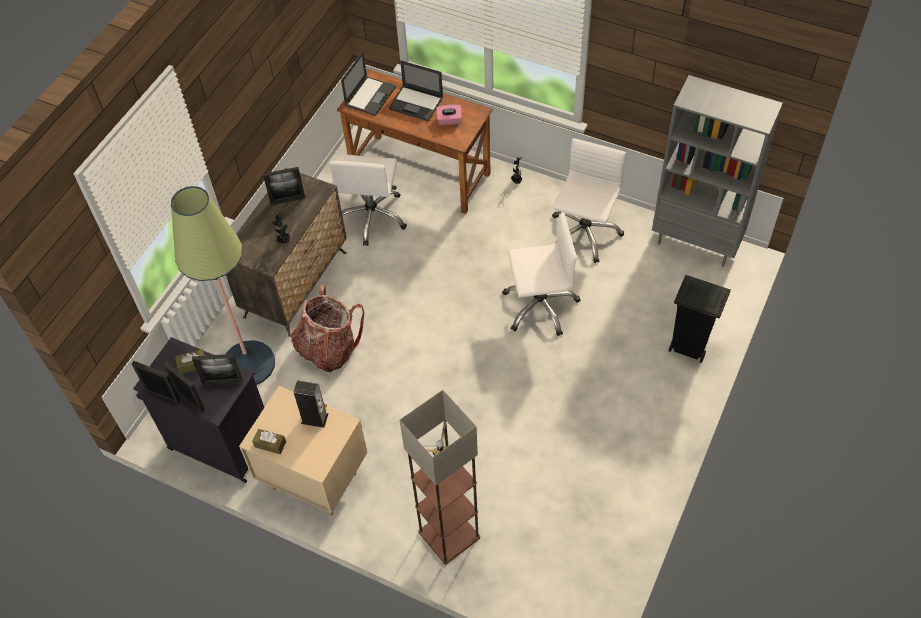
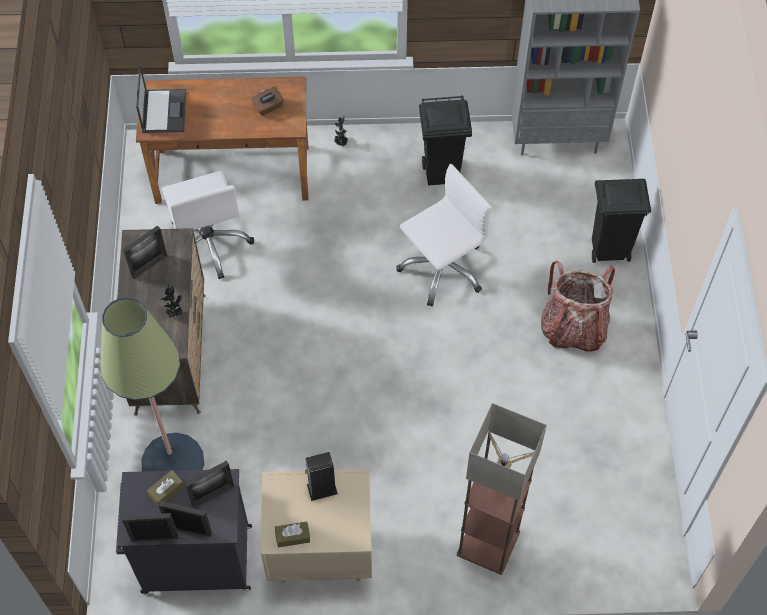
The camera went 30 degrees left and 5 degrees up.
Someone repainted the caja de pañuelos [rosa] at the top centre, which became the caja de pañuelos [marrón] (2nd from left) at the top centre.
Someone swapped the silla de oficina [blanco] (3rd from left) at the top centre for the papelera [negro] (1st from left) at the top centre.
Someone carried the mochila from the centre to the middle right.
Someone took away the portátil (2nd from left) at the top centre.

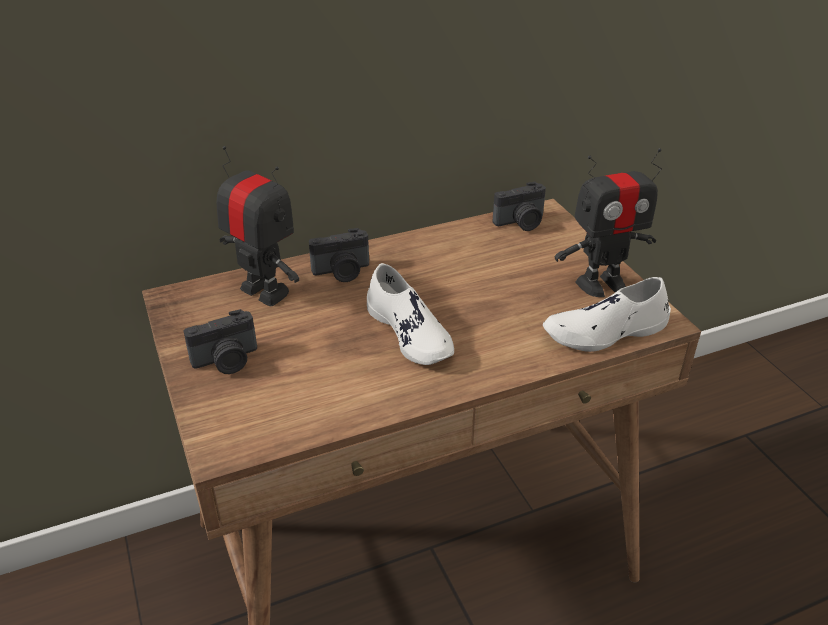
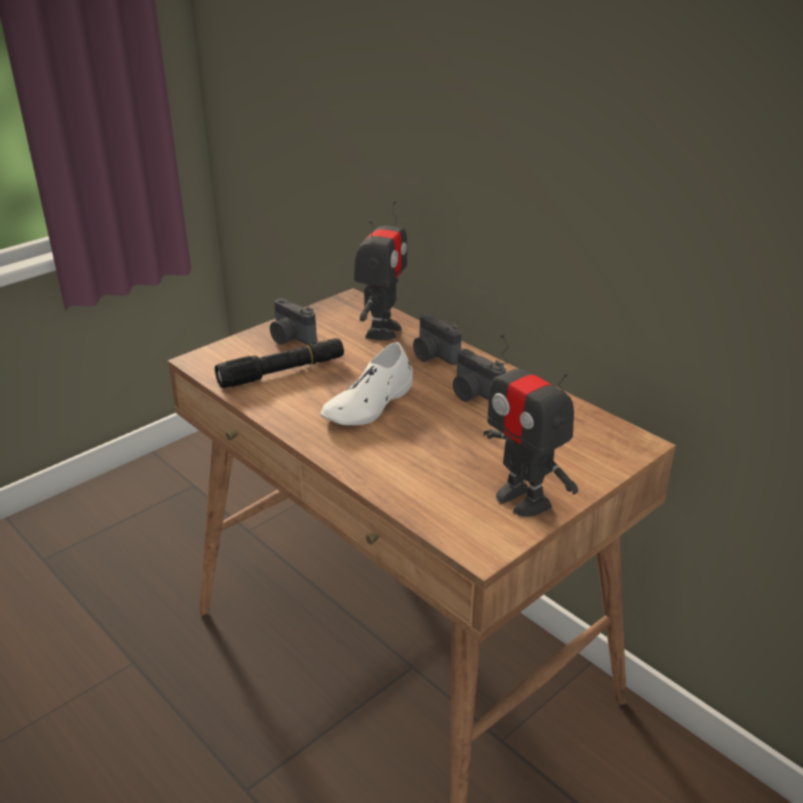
The camera went 70 degrees right and 5 degrees down.
Someone put down the linterna [negro] at the centre.
Someone carried the cámara (3rd from left) from the top centre to the centre.
Someone took away the zapato [blanco] (2nd from left) at the middle right.

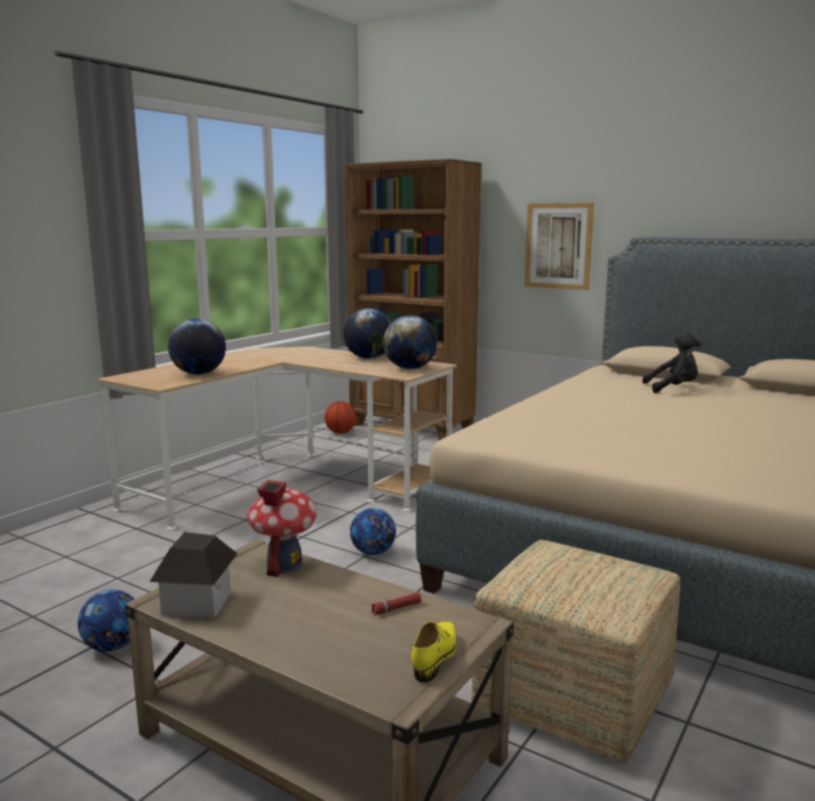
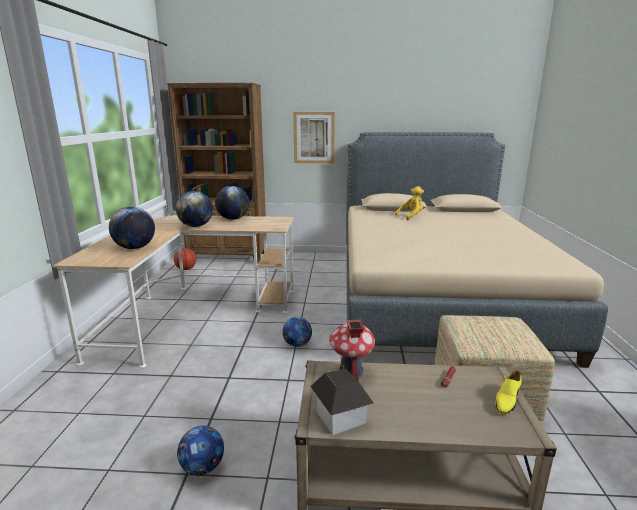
The camera went 30 degrees left and 5 degrees up.
Someone carried the globo terráqueo (3rd from left in the first image) from the centre to the middle left.
Someone repainted the peluche [negro] at the middle right, which became the peluche [amarillo] at the centre.
Someone rotated the zapato [amarillo] at the bottom centre by 135 degrees counterclockwise.

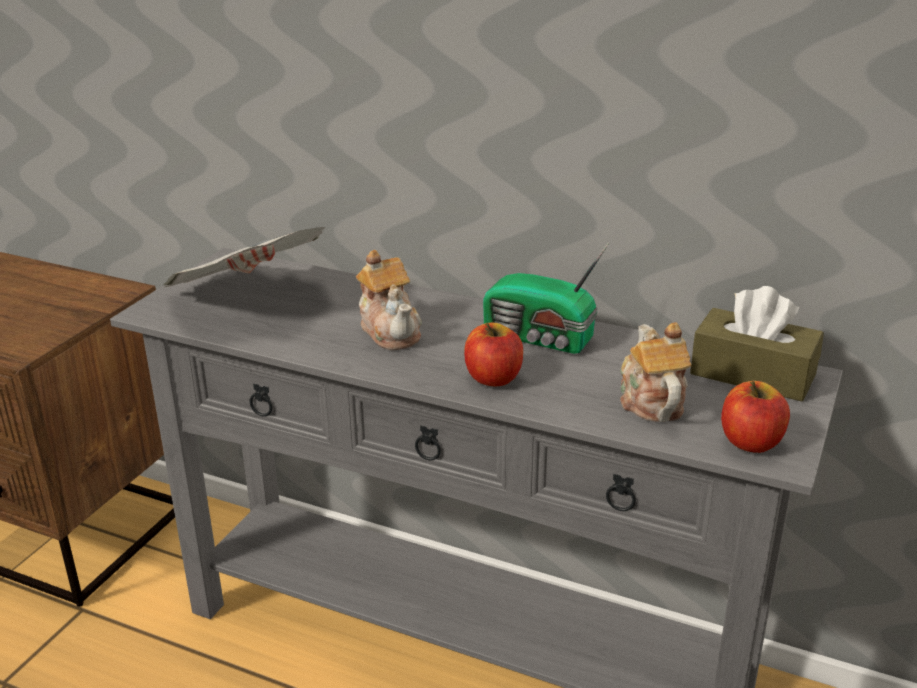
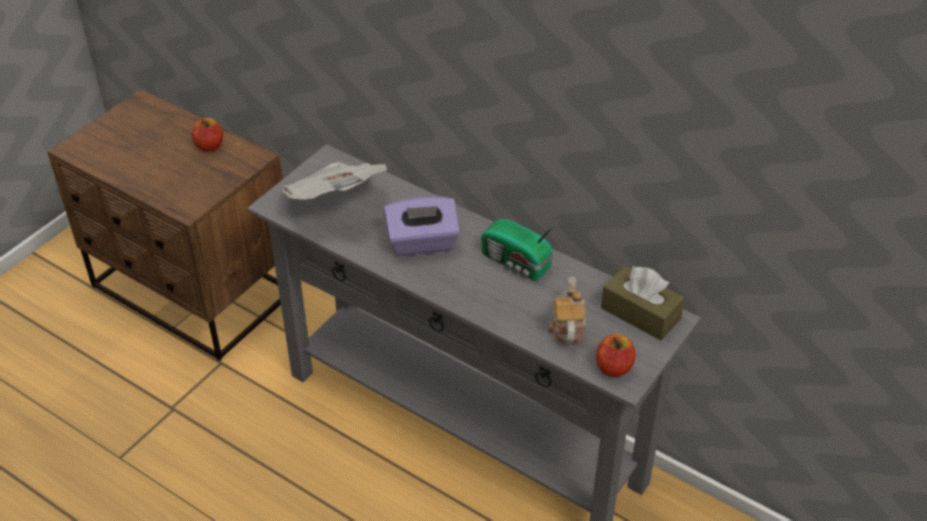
The camera went 10 degrees right and 15 degrees up.
Someone carried the manzana (1st from left) from the centre to the top left.
Someone swapped the tetera (1st from left) at the centre for the caja de pañuelos [morado] at the centre.

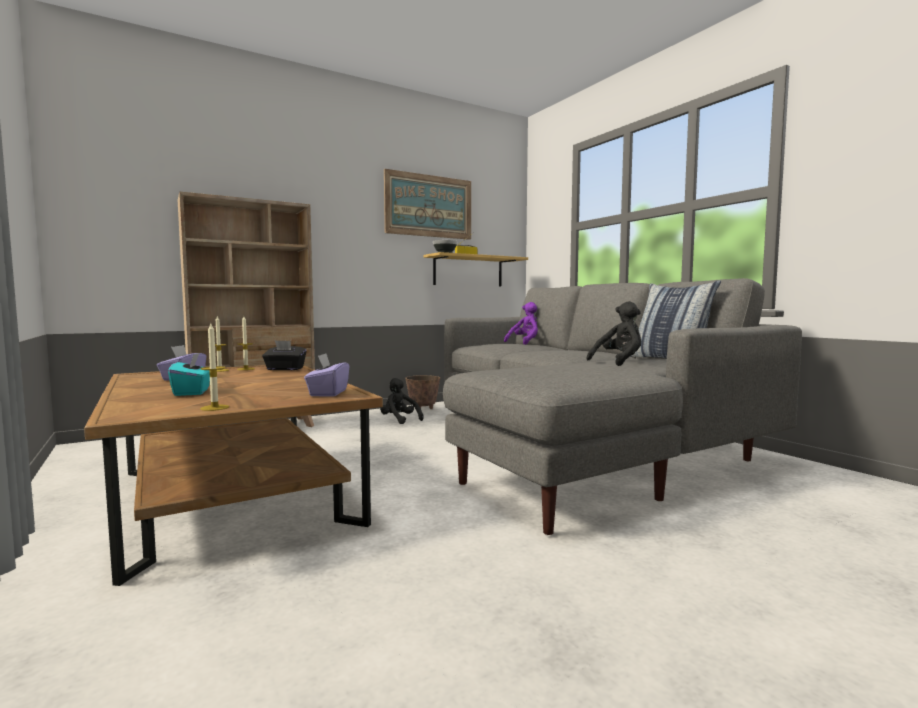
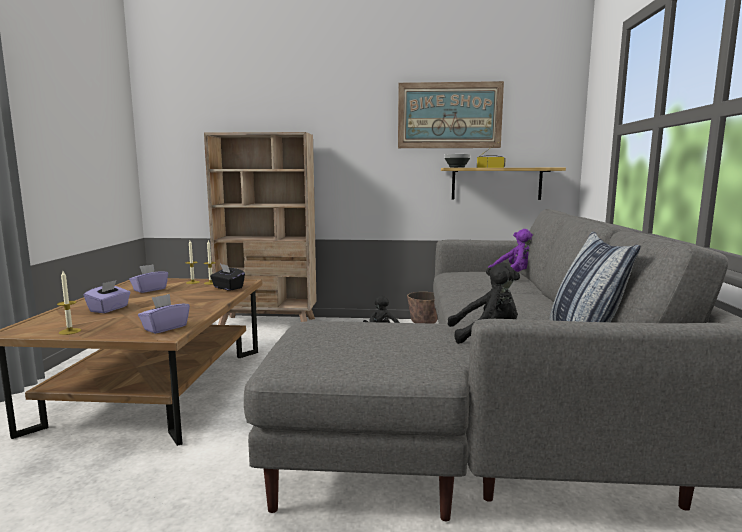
The camera went 35 degrees right and 5 degrees up.
Someone repainted the caja de pañuelos [turquesa] at the middle left, which became the caja de pañuelos [morado] (1st from left) at the middle left.

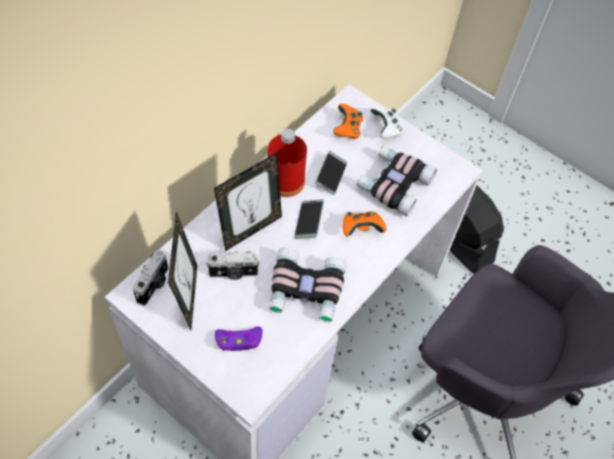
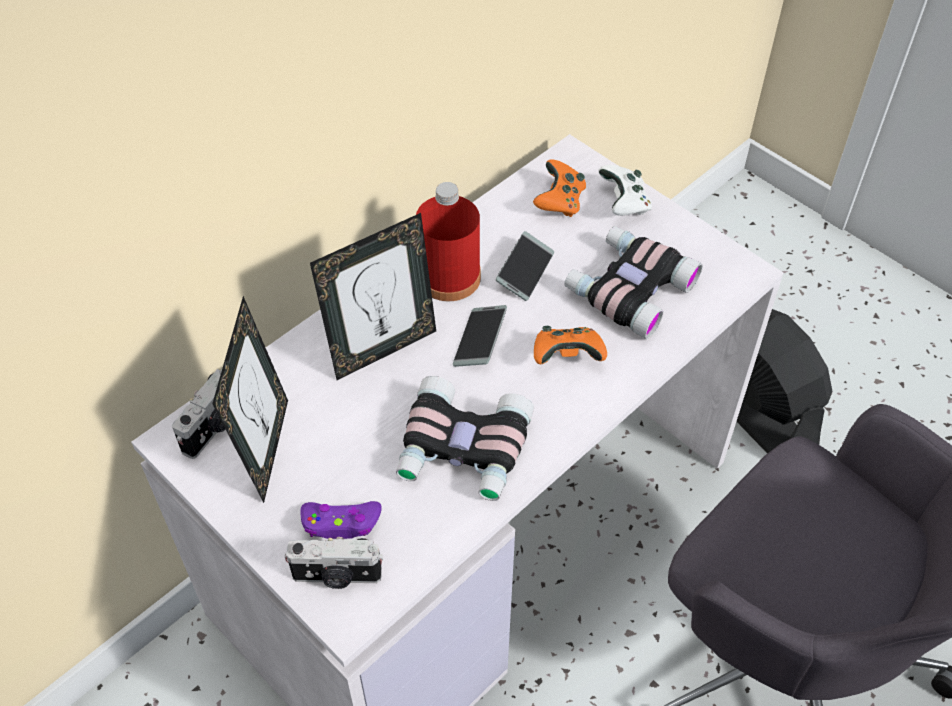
The camera went 10 degrees right and 5 degrees down.
Someone carried the cámara (2nd from left) from the centre to the bottom centre.

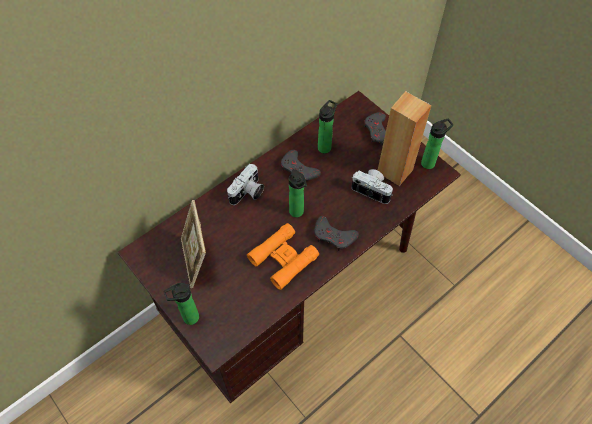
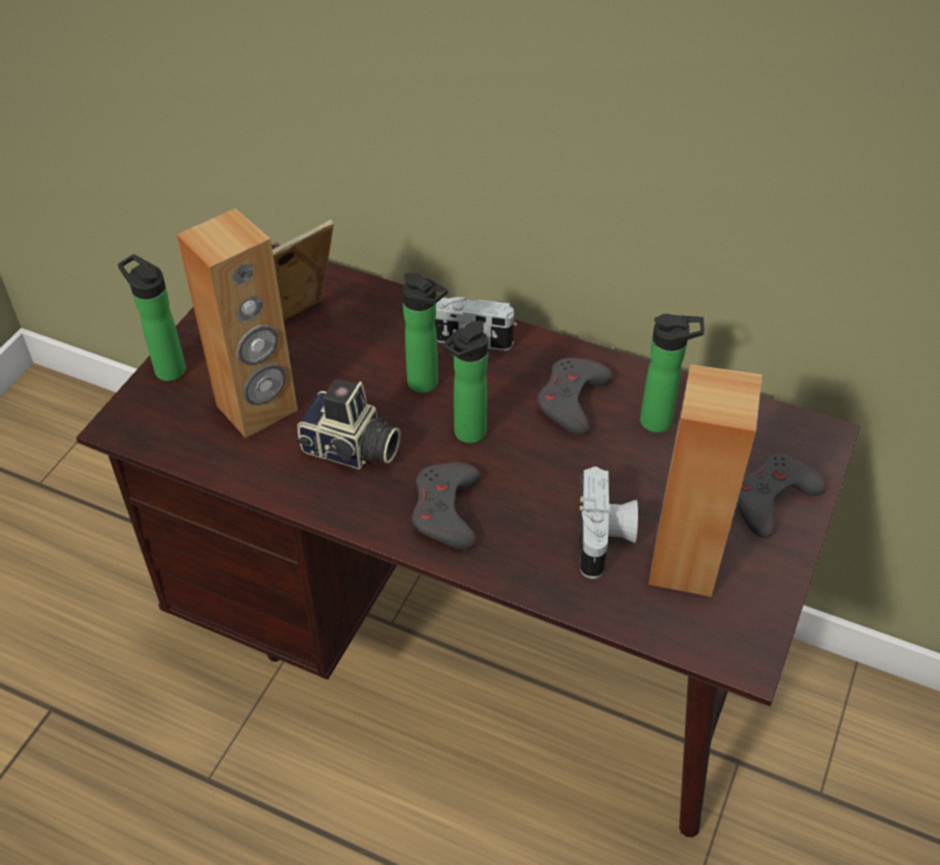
The camera went 65 degrees right and 10 degrees down.
Someone put down the altavoz [marrón] (1st from left) at the middle left.
Someone swapped the prismáticos [naranja] at the centre for the cámara (1st from left) at the centre.
Someone carried the botella (4th from left in the first image) from the middle right to the centre.

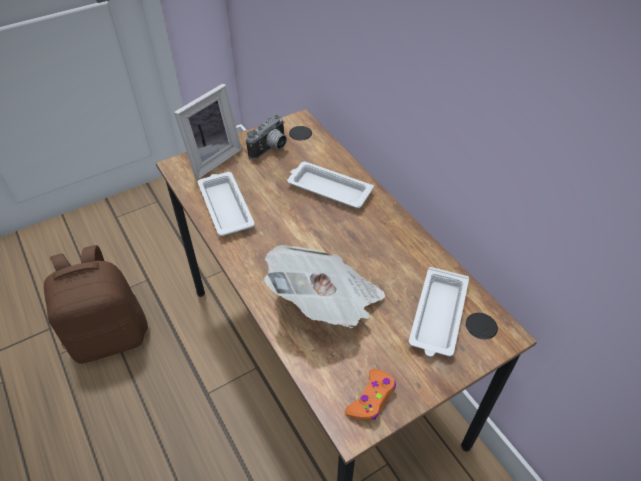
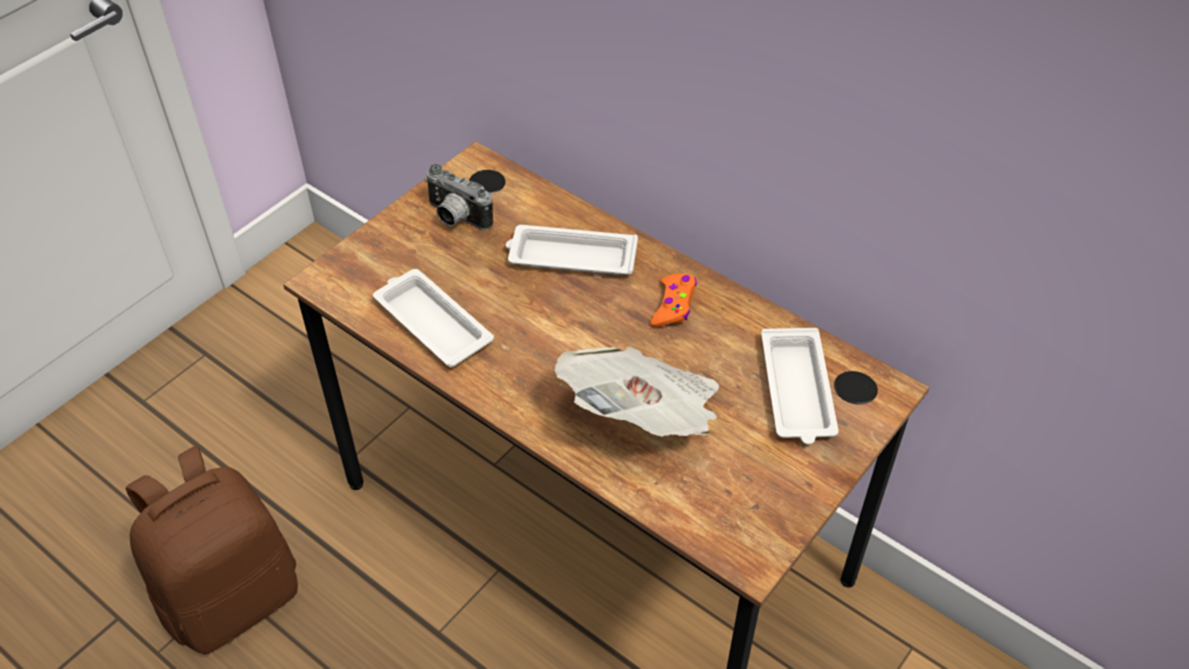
The camera went 20 degrees left and 0 degrees up.
Someone rotated the cámara at the top centre by 105 degrees clockwise.
Someone carried the mando de consola [naranja] from the bottom centre to the centre.
Someone took away the portarretratos at the top left.

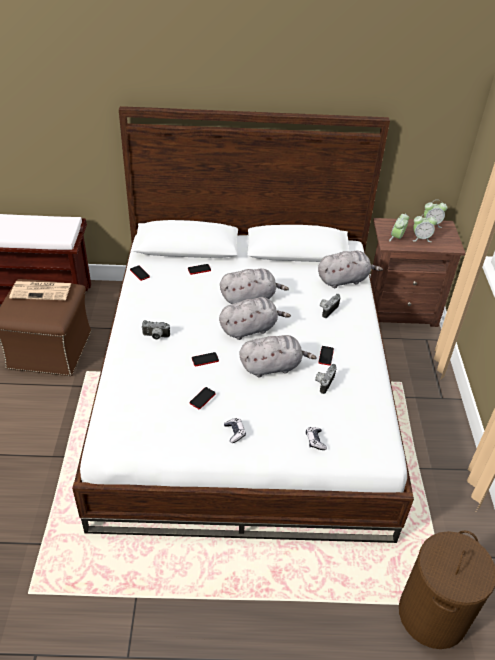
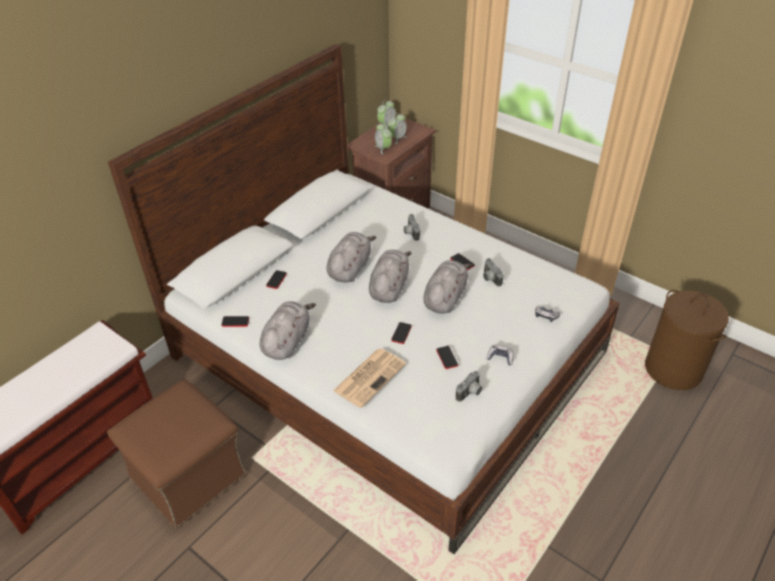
The camera went 50 degrees left and 0 degrees up.
Someone carried the peluche [gris] (4th from left in the first image) from the middle right to the centre.
Someone carried the periódico from the middle left to the centre.
Someone carried the cámara (1st from left in the first image) from the middle left to the centre.

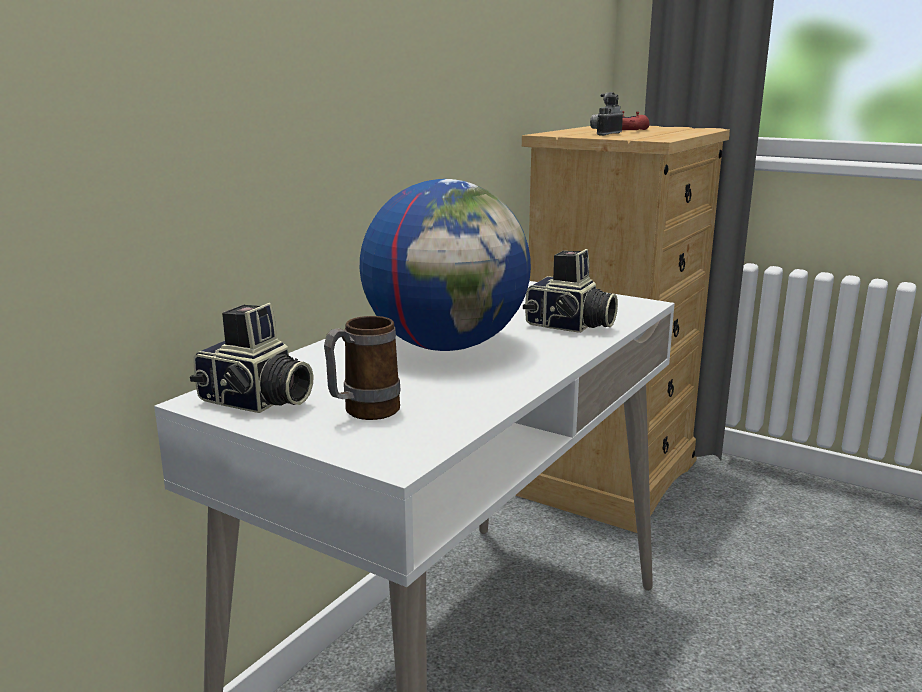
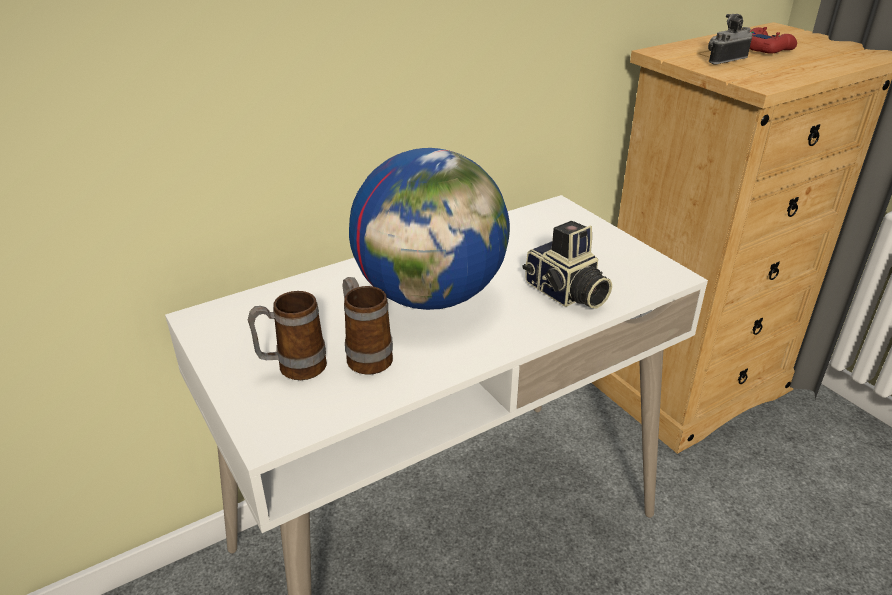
The camera went 25 degrees right and 15 degrees up.
Someone put down the taza grande (2nd from left) at the centre.
Someone took away the cámara (1st from left) at the middle left.

